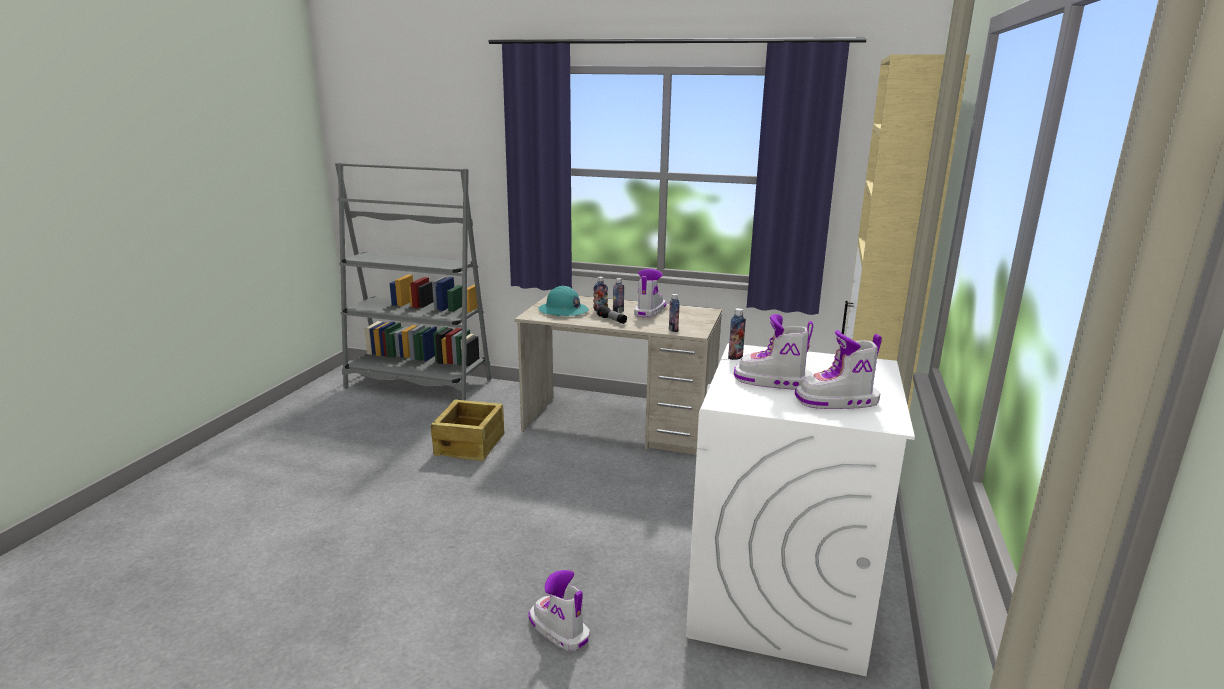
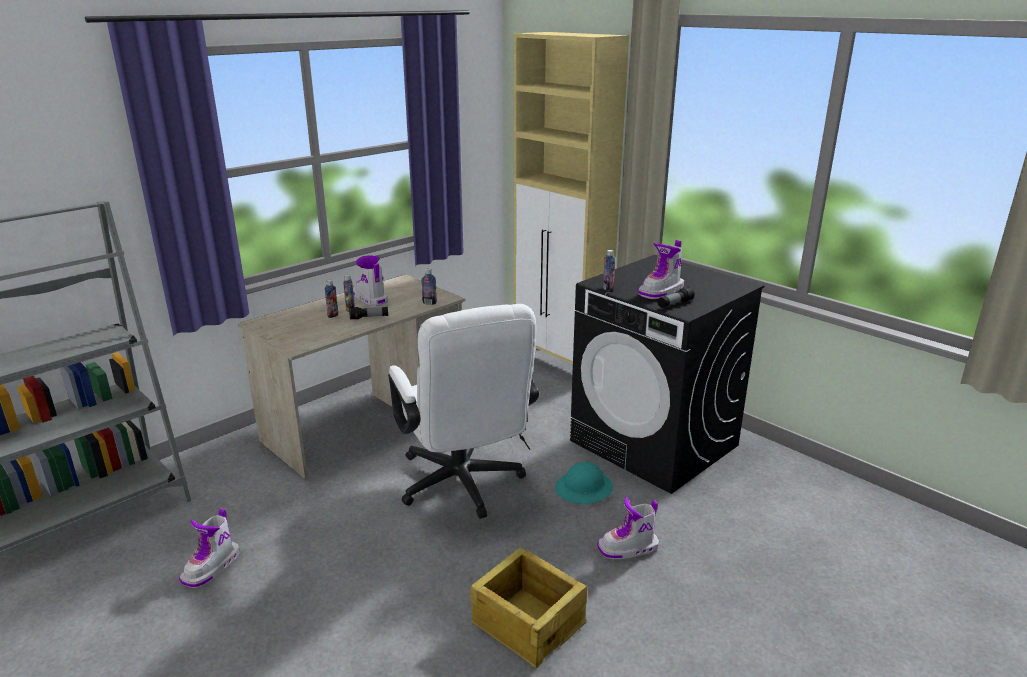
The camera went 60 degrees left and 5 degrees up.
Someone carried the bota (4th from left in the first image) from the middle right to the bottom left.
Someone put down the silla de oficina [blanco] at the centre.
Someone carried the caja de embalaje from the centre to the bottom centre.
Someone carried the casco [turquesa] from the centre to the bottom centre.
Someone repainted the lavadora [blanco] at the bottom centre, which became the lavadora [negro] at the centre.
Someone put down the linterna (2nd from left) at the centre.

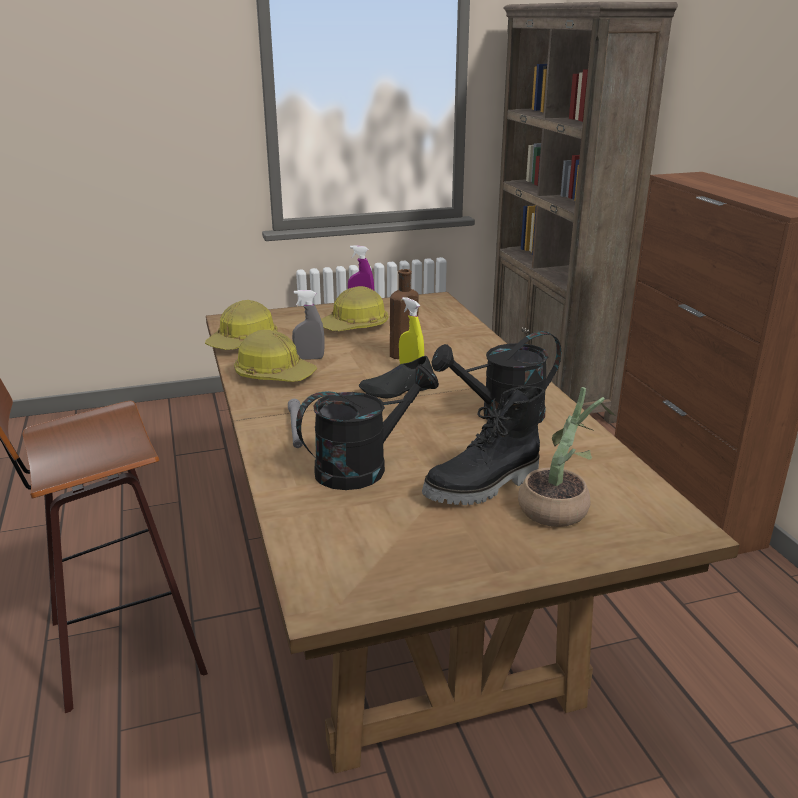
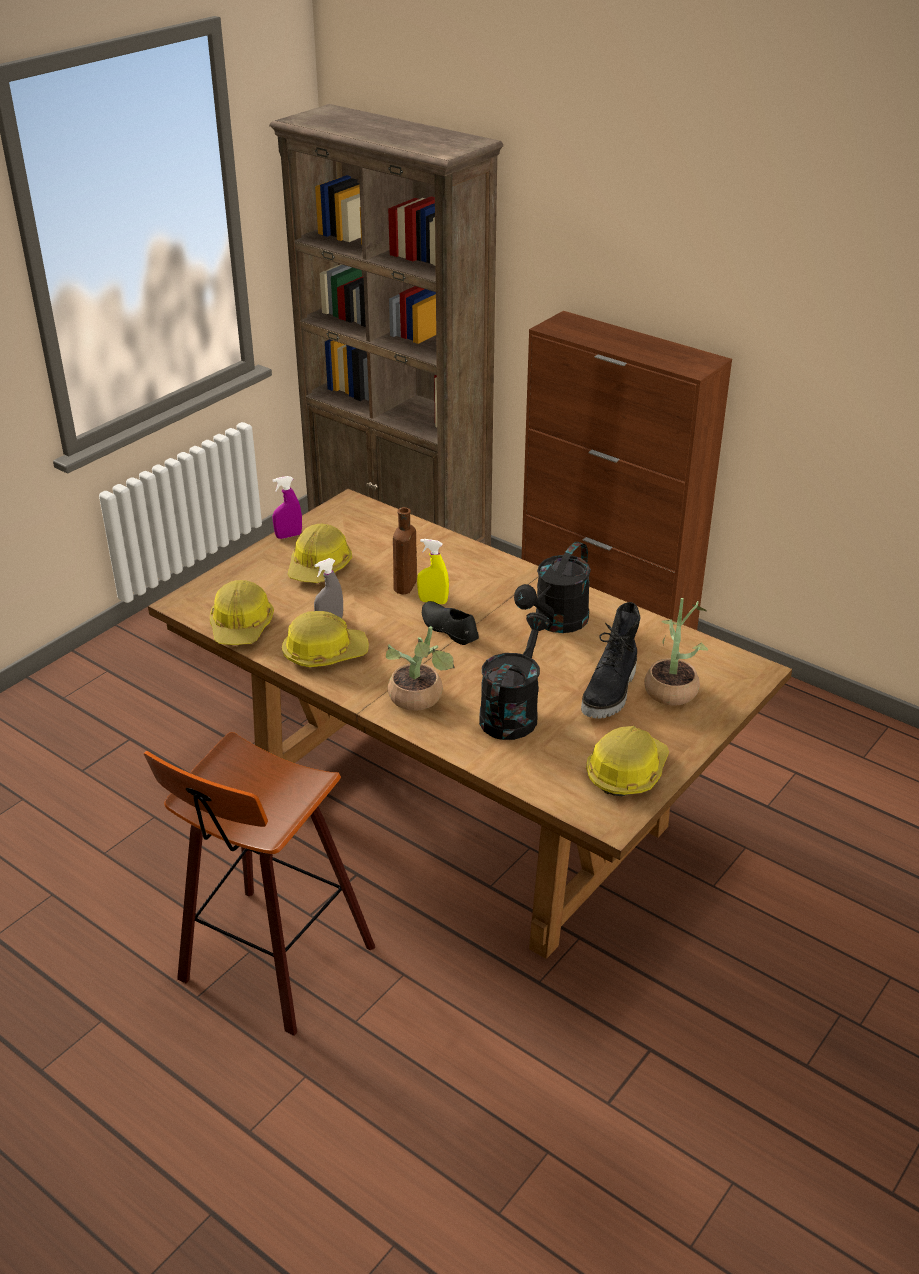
The camera went 35 degrees left and 10 degrees up.
Someone swapped the linterna [gris] at the centre for the planta en maceta (1st from left) at the centre.
Someone rotated the zapato [negro] at the centre by 105 degrees clockwise.
Someone put down the casco (4th from left) at the middle right.

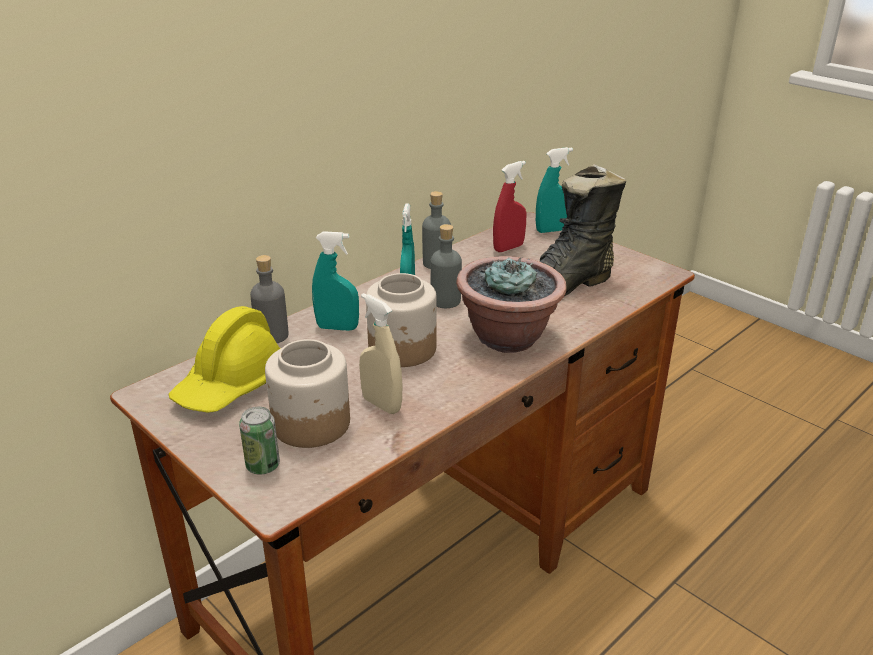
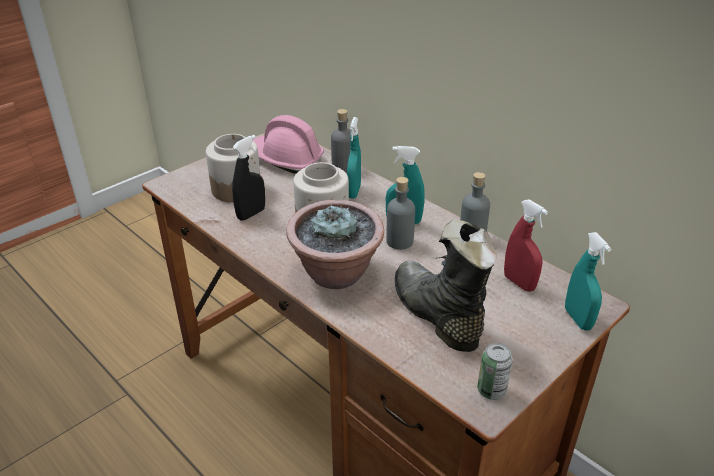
The camera went 90 degrees right and 5 degrees up.
Someone repainted the pulverizador [beis] at the centre, which became the pulverizador [negro] at the centre.
Someone repainted the casco [amarillo] at the middle left, which became the casco [rosa] at the top centre.
Someone carried the lata from the bottom left to the bottom right.

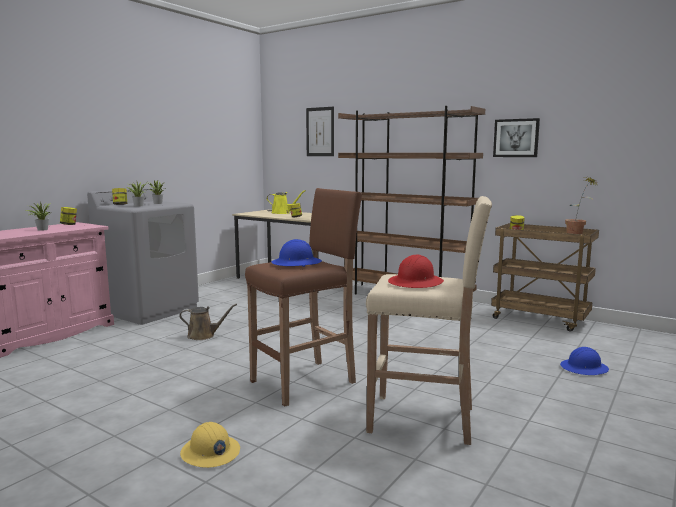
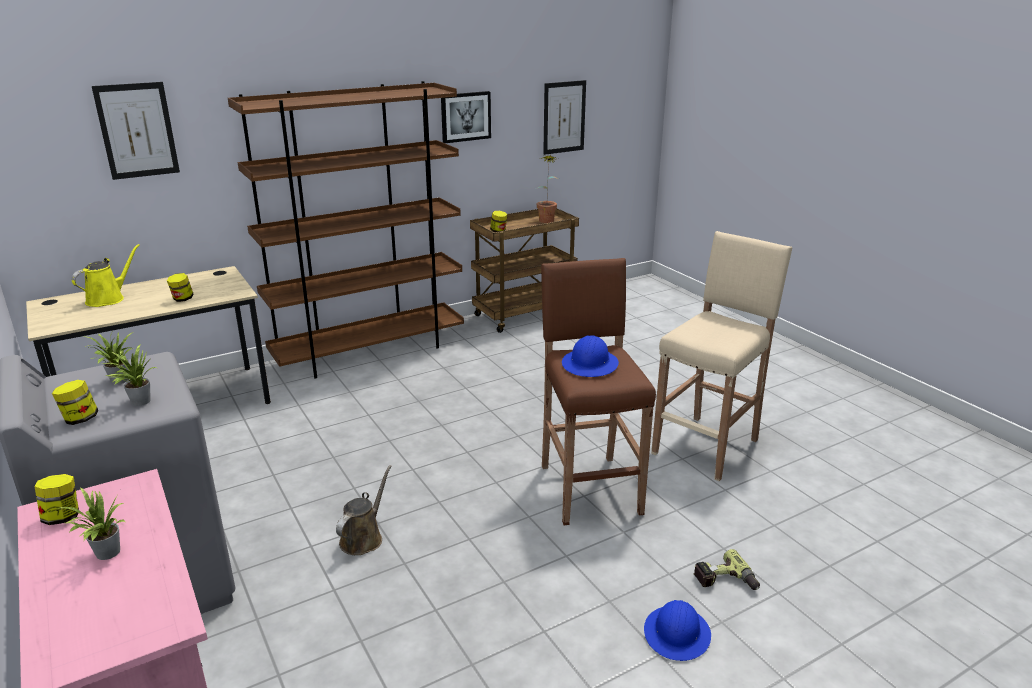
The camera went 65 degrees left and 15 degrees up.
Someone put up the cuadro (3rd from left) at the top centre.
Someone carried the casco [azul] (2nd from left) from the bottom right to the bottom centre.
Someone swapped the casco [amarillo] at the bottom left for the taladro at the bottom right.
Someone took away the casco [rojo] at the centre.

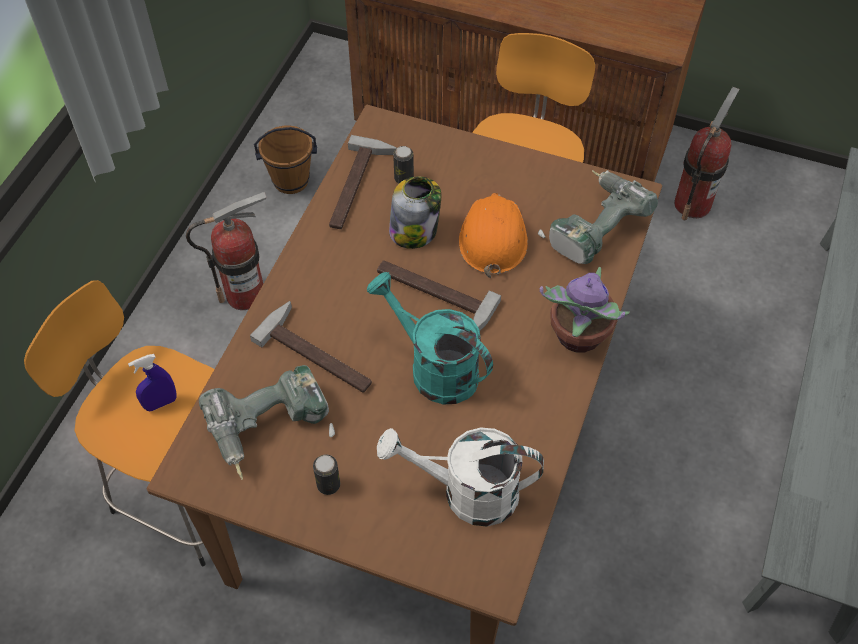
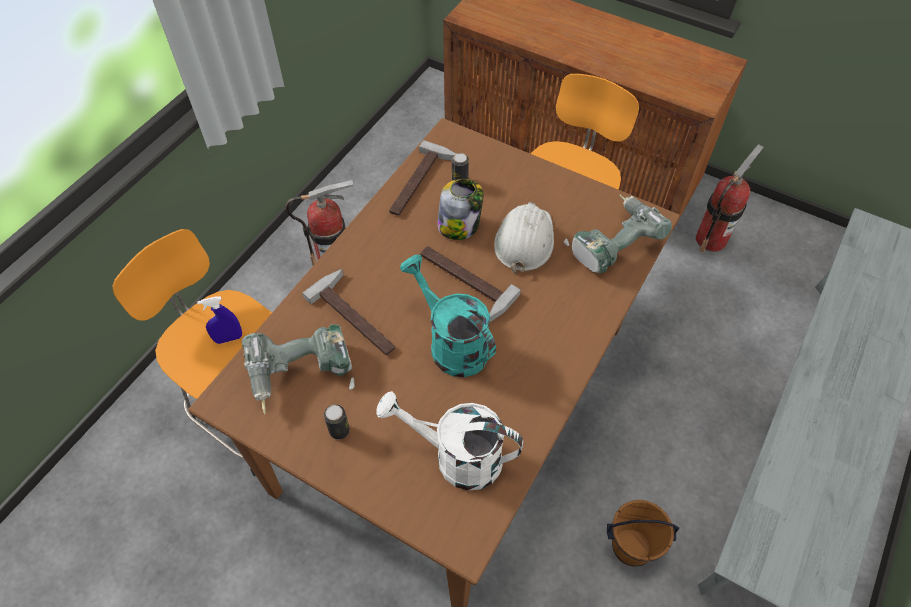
The camera went 10 degrees right and 0 degrees up.
Someone repainted the casco [naranja] at the centre, which became the casco [blanco] at the centre.
Someone carried the cubo [marrón] from the top left to the bottom right.
Someone took away the planta en maceta at the middle right.

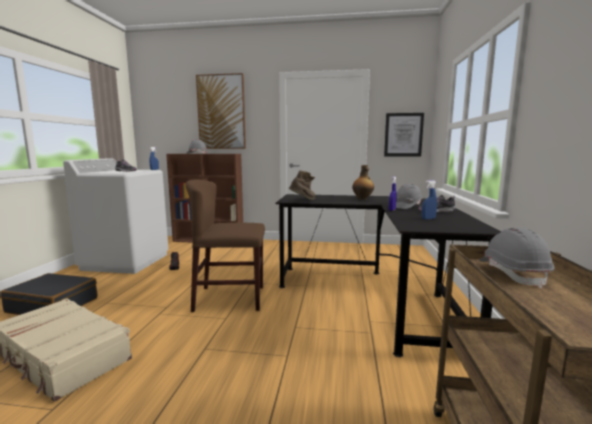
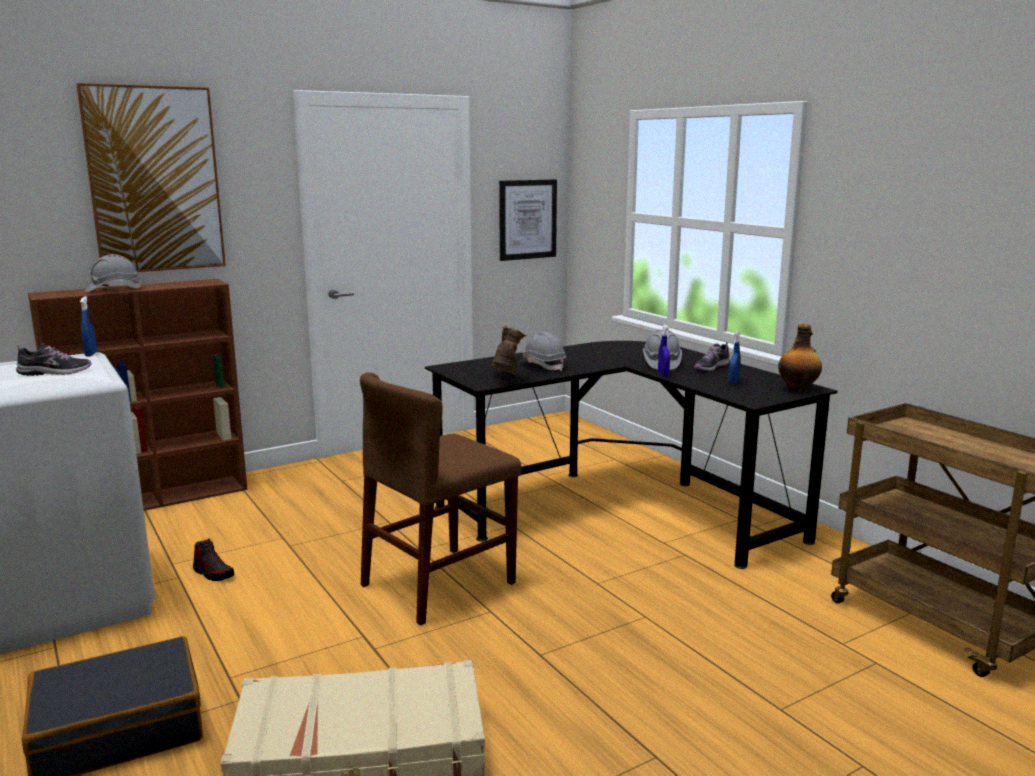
The camera went 40 degrees left and 5 degrees up.
Someone carried the casco [gris] (3rd from left in the first image) from the middle right to the centre.
Someone carried the botella from the centre to the middle right.

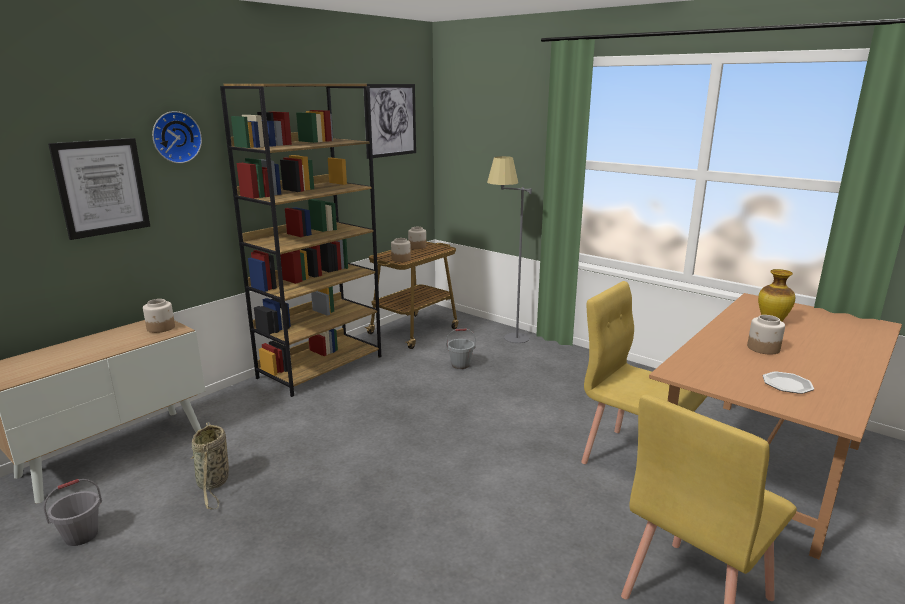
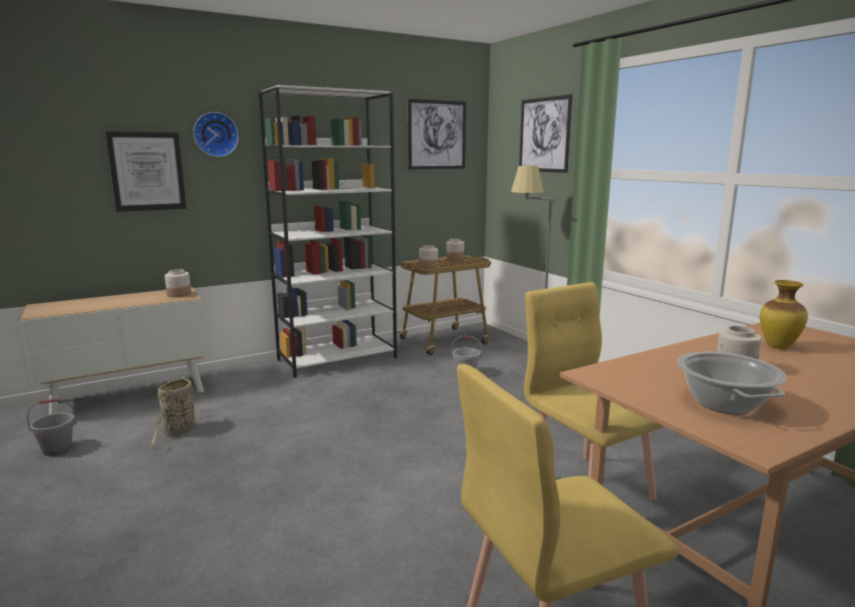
The camera went 20 degrees right and 5 degrees down.
Someone repainted the estantería [marrón] at the middle left, which became the estantería [blanco] at the centre.
Someone put up the cuadro (3rd from left) at the top centre.
Someone swapped the plato at the middle right for the olla at the middle right.

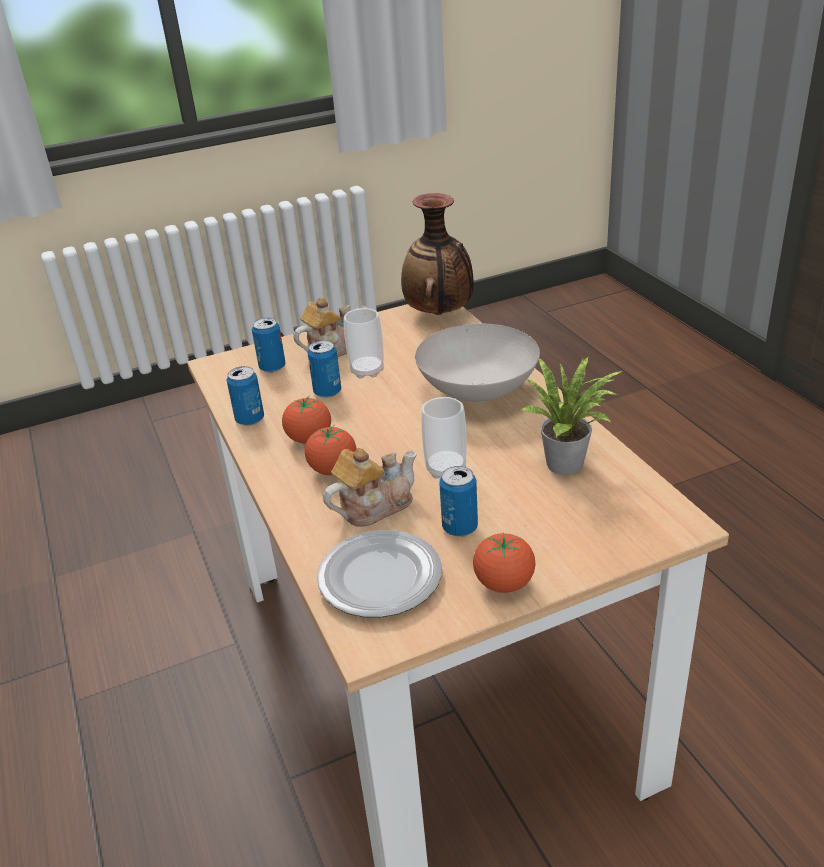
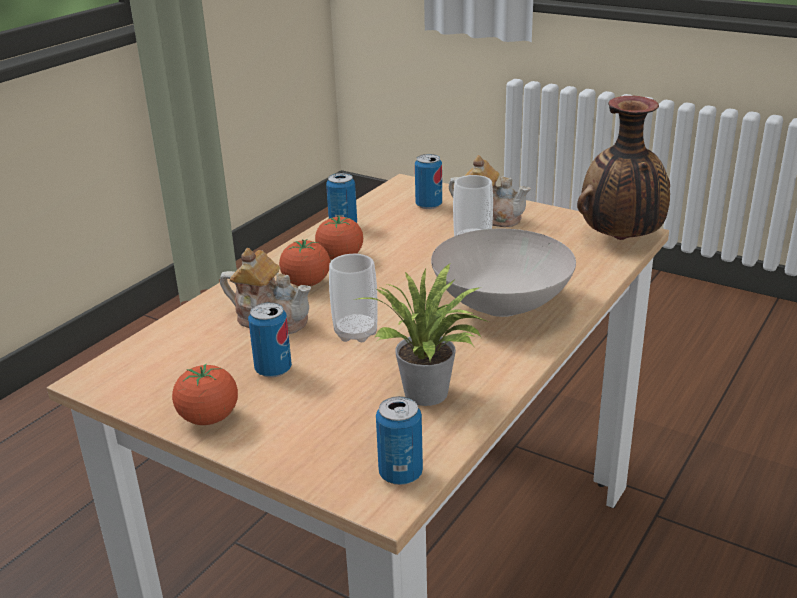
The camera went 55 degrees right and 5 degrees down.
Someone carried the lata (3rd from left) from the centre to the bottom centre.
Someone took away the plato at the centre.

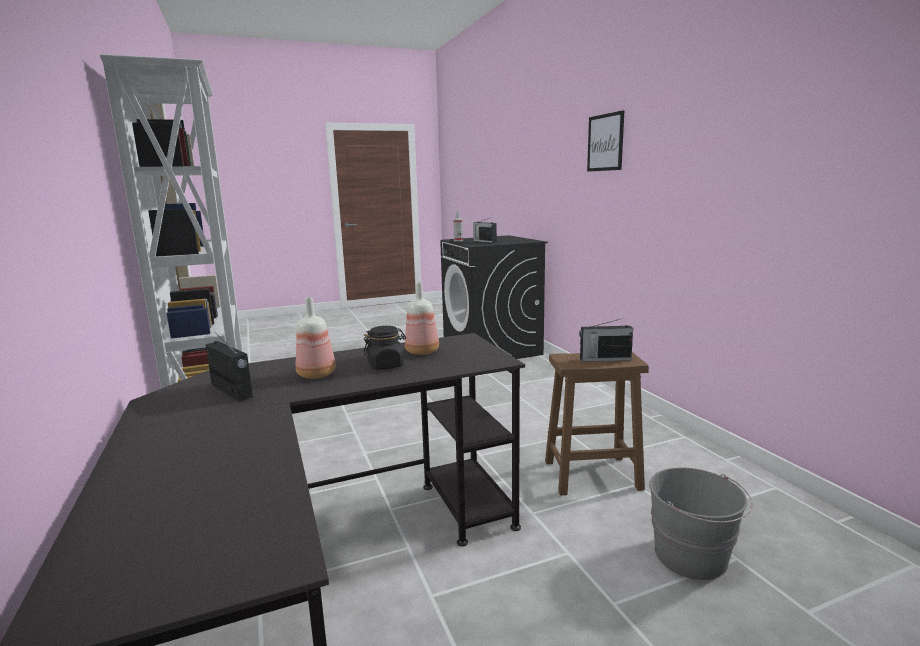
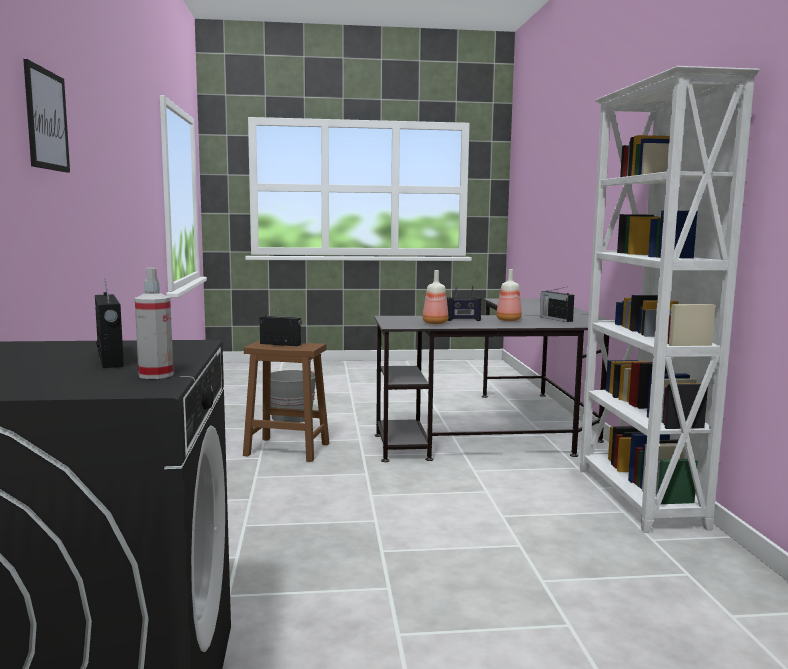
The camera went 165 degrees left and 5 degrees down.
Someone swapped the tarro [negro] at the centre for the radio (3rd from left) at the centre.

